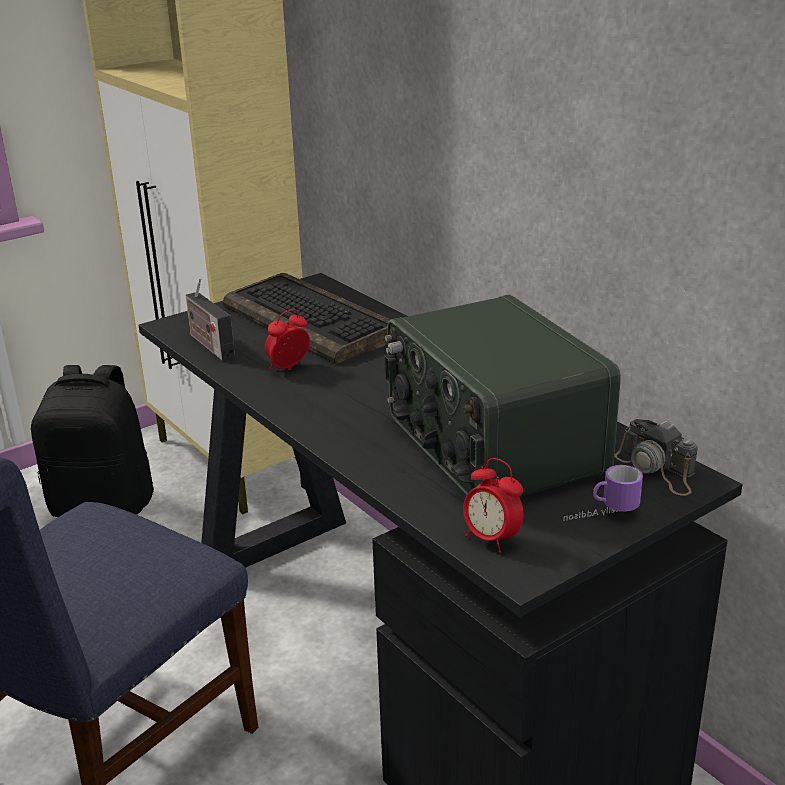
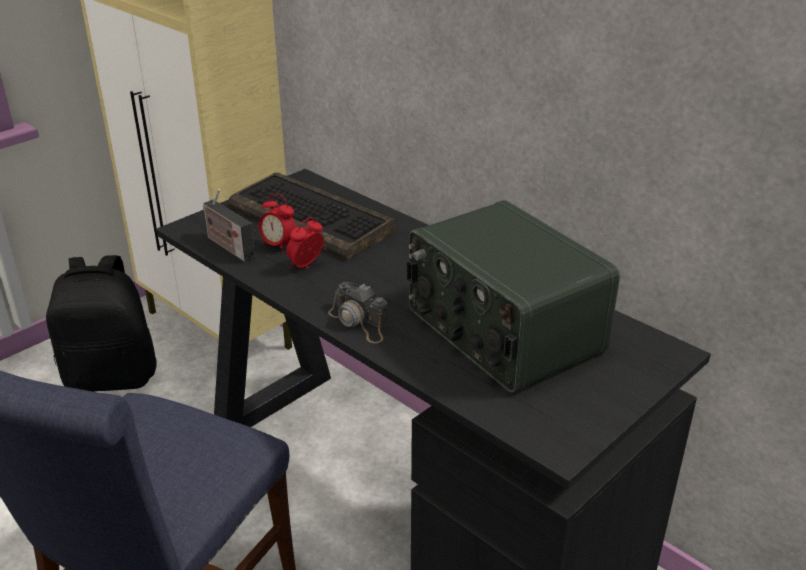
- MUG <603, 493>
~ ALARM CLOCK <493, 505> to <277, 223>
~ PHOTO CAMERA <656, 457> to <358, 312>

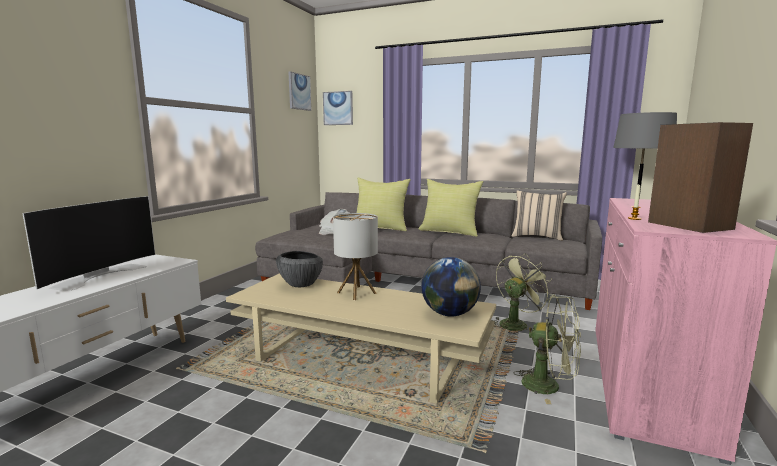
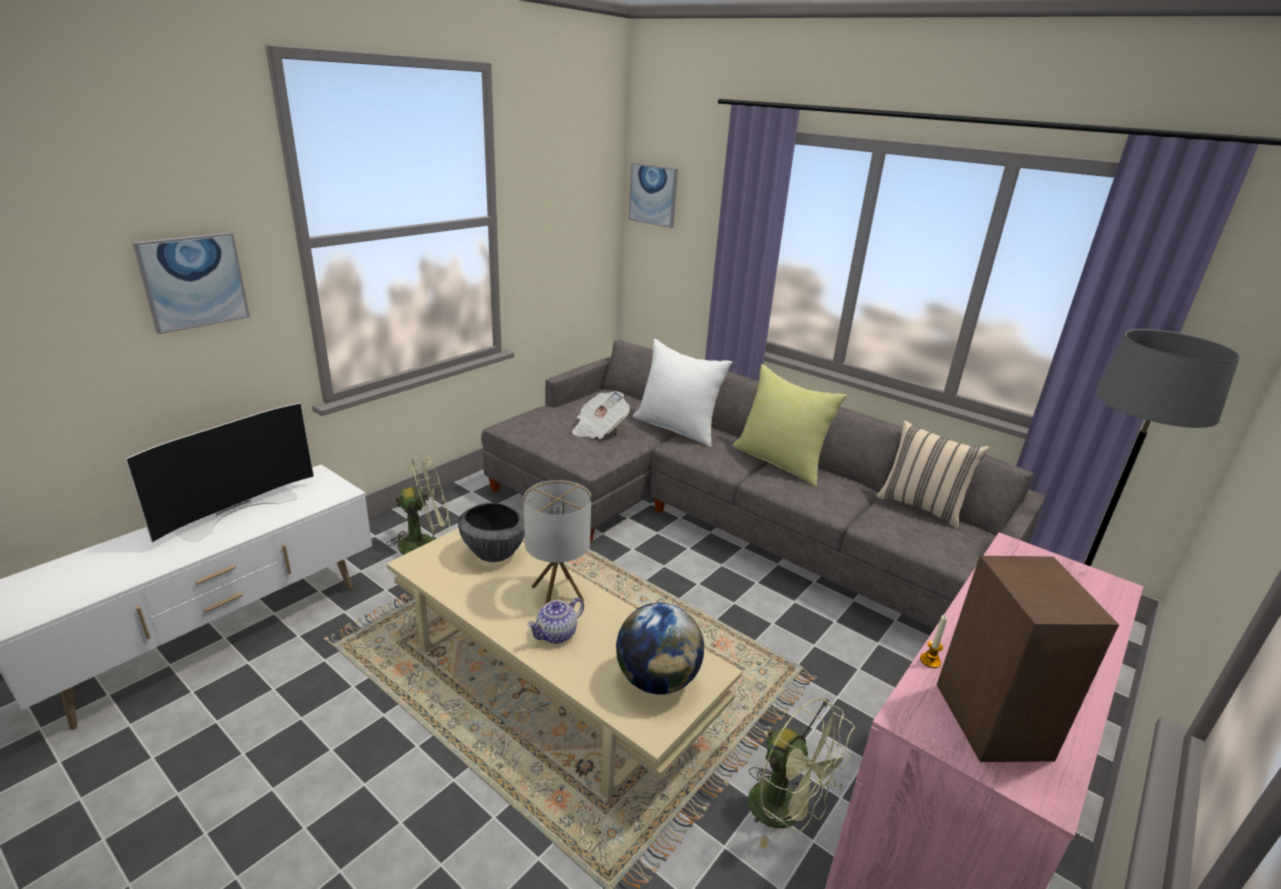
+ TEAPOT <555, 620>
~ PICTURE <299, 91> to <191, 283>
~ GREEN FAN <521, 292> to <418, 504>
~ YELLOW PILLOW <384, 204> to WHITE PILLOW <682, 393>

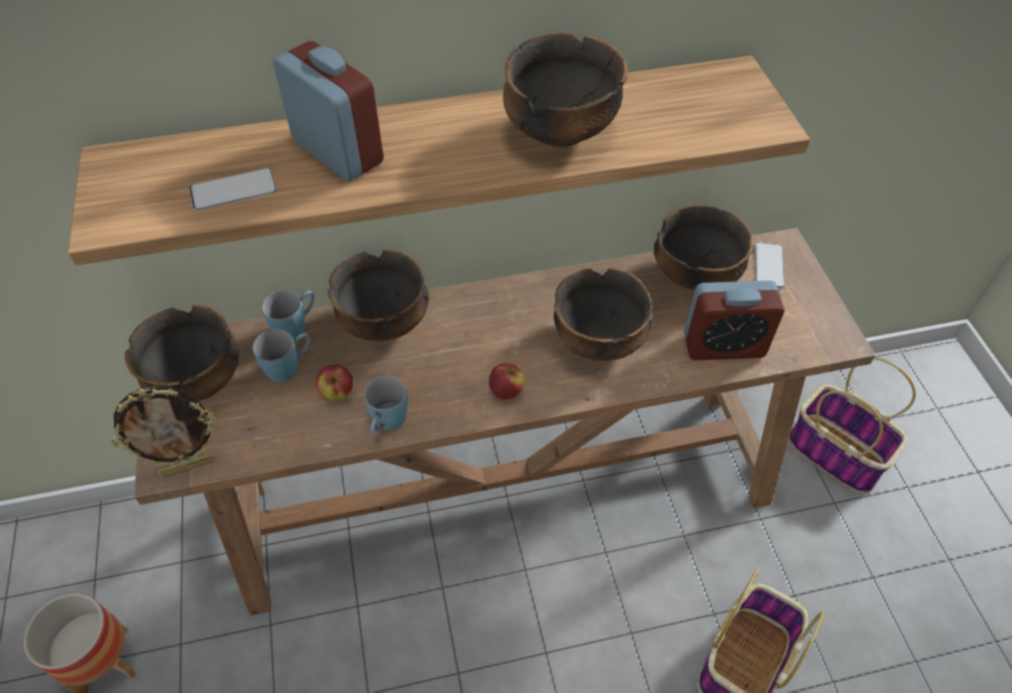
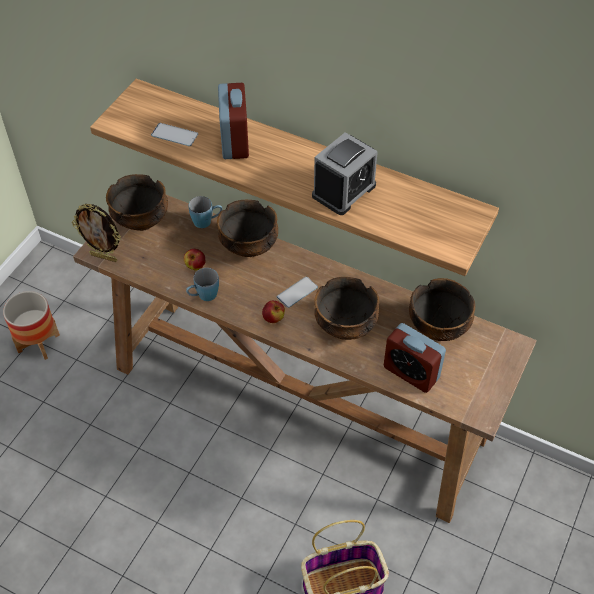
- BLUE MUG <281, 355>
- BASKET <852, 425>
~ PHONE <769, 265> to <297, 292>
~ BOWL <565, 90> to ALARM CLOCK <345, 173>

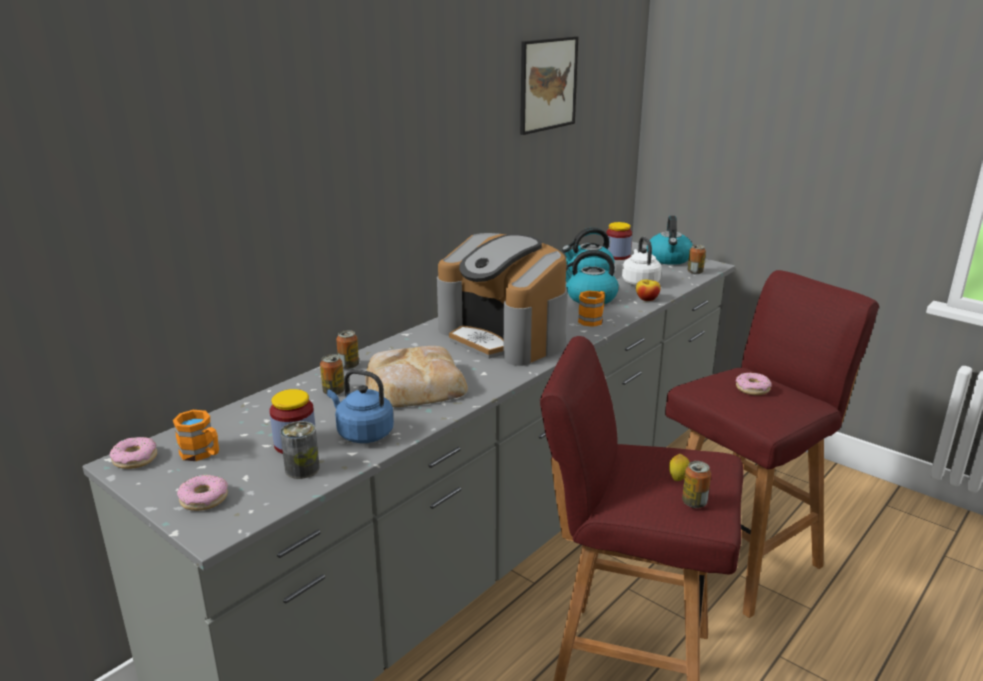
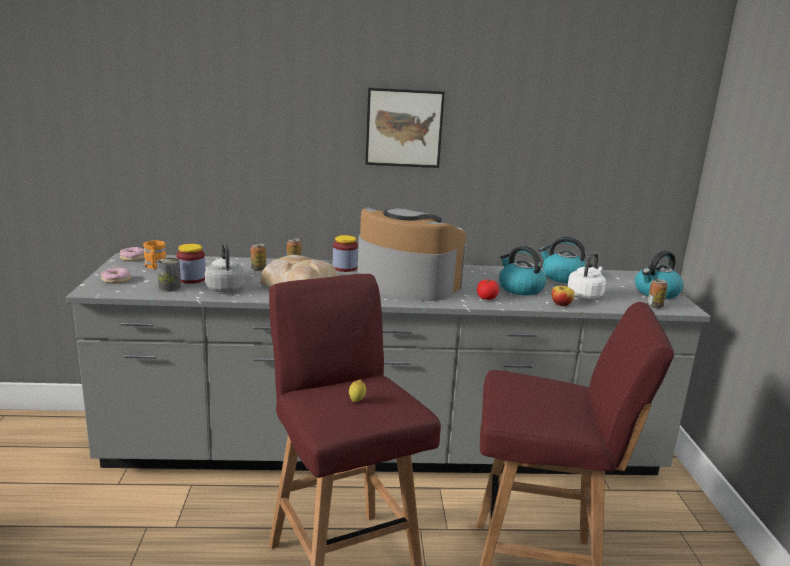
- CAN <696, 484>
- DONUT <754, 384>
~ PICTURE <549, 85> to <405, 128>
~ JAR <619, 241> to <345, 253>
~ ORANGE MUG <591, 309> to TOMATO <488, 289>
~ BLUE KETTLE <360, 406> to GREY KETTLE <224, 267>
~ COFFEE MACHINE <502, 299> = <411, 254> 120 degrees clockwise

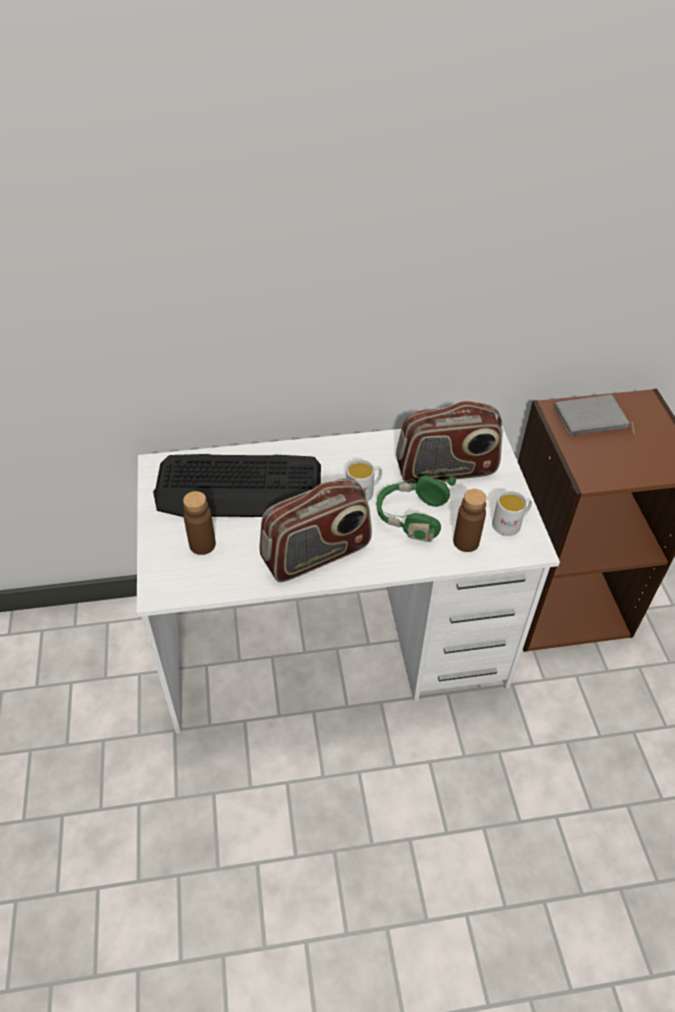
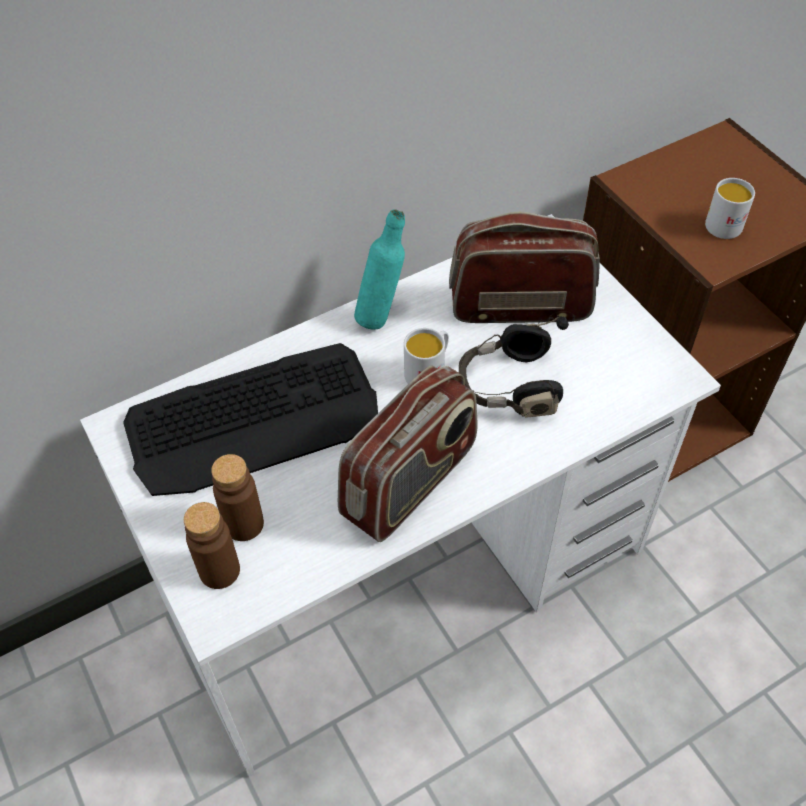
- GREY BOOK <595, 415>
+ TURQUOISE BOTTLE <379, 269>
~ BROWN BOTTLE <470, 520> to <212, 545>
~ WHITE MUG <512, 513> to <730, 208>
~ GREEN HEADPHONES <416, 508> to BLACK HEADPHONES <514, 367>
~ RADIO <449, 442> = <524, 267> 150 degrees counterclockwise

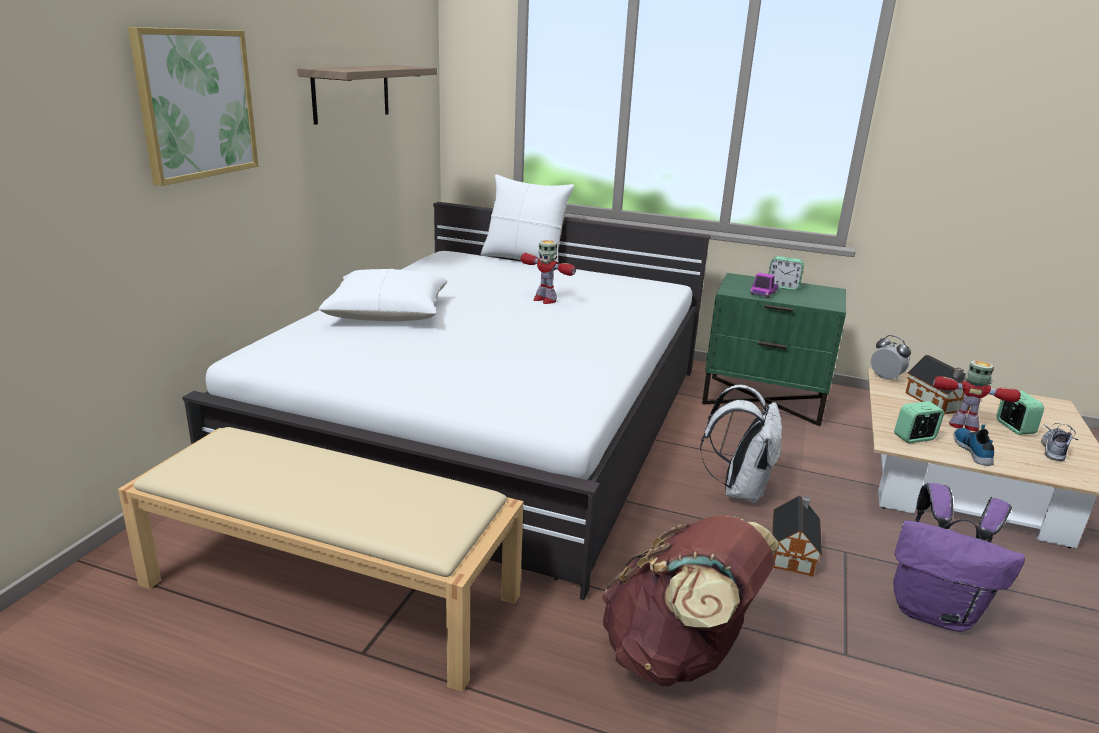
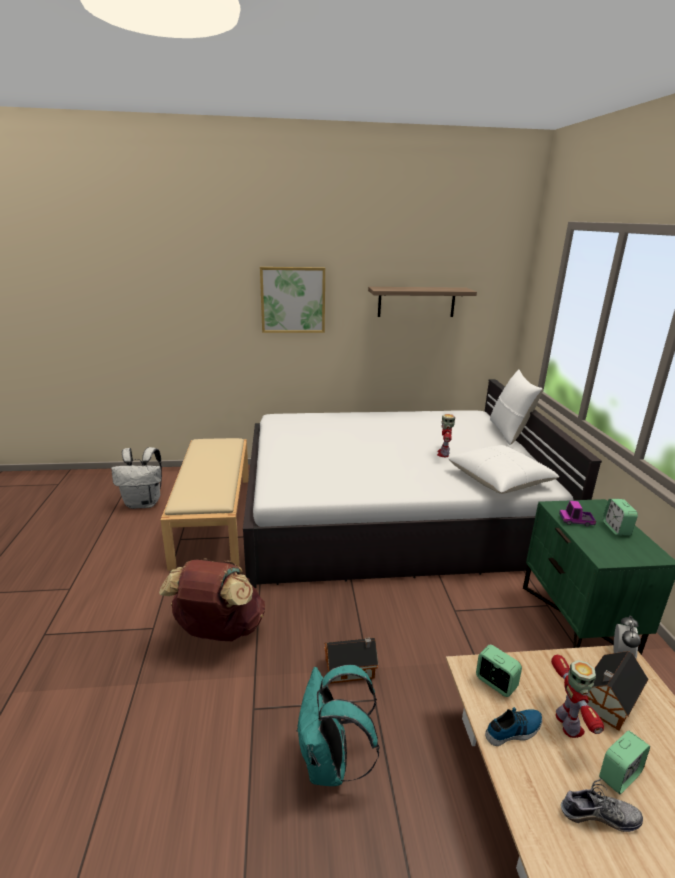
~ WHITE PILLOW <383, 295> to <504, 469>
~ WHITE BACKPACK <741, 444> to <136, 478>
~ PURPLE BACKPACK <959, 557> to TURQUOISE BACKPACK <338, 725>

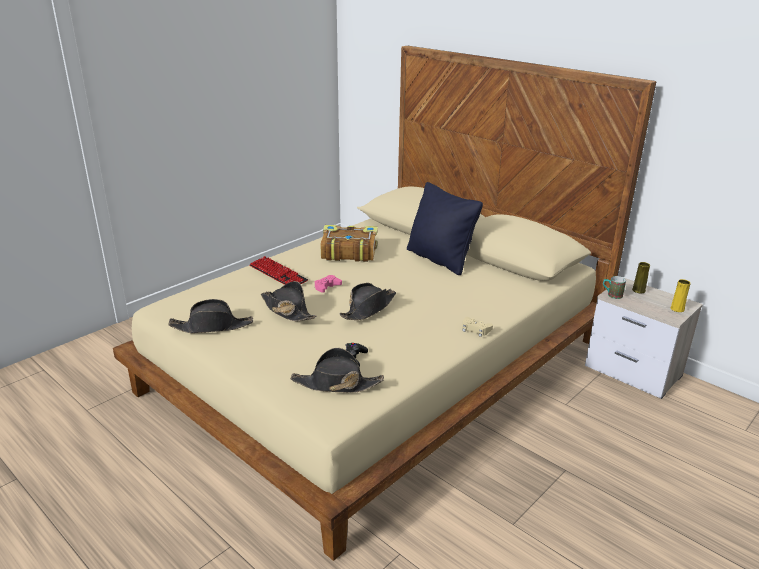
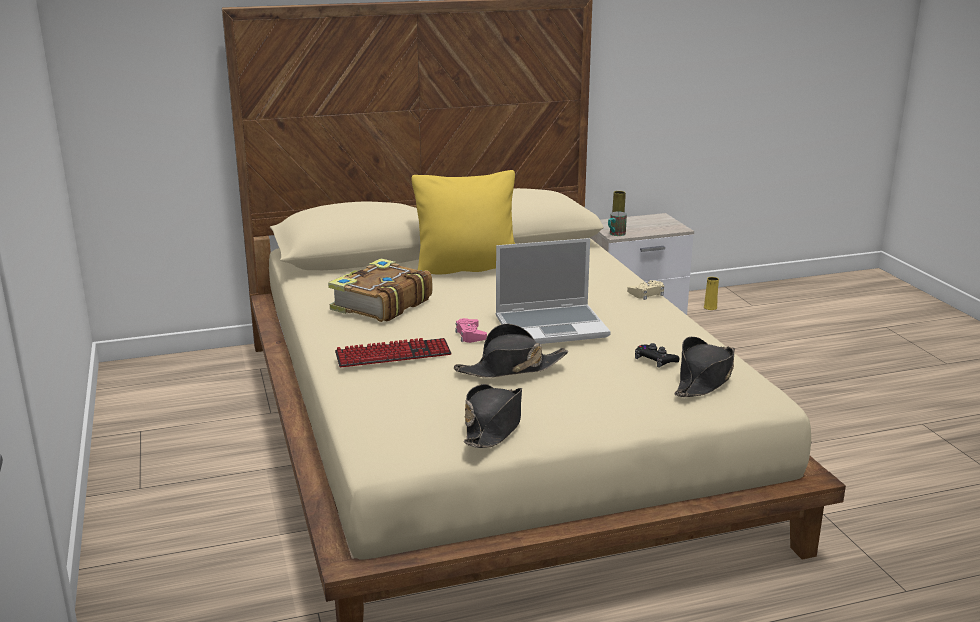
~ YELLOW VASE <680, 295> to <711, 293>
~ BLACK HAT <368, 301> to LAPTOP <553, 291>
~ BLACK PILLOW <445, 228> to YELLOW PILLOW <463, 222>

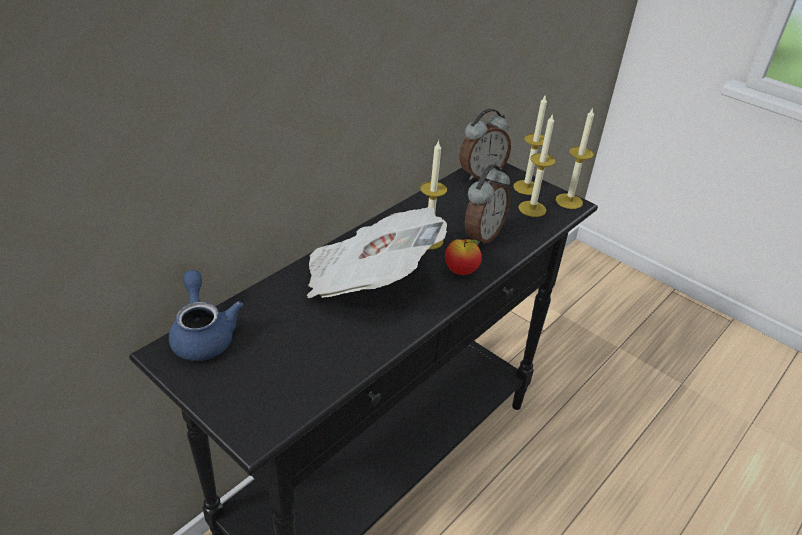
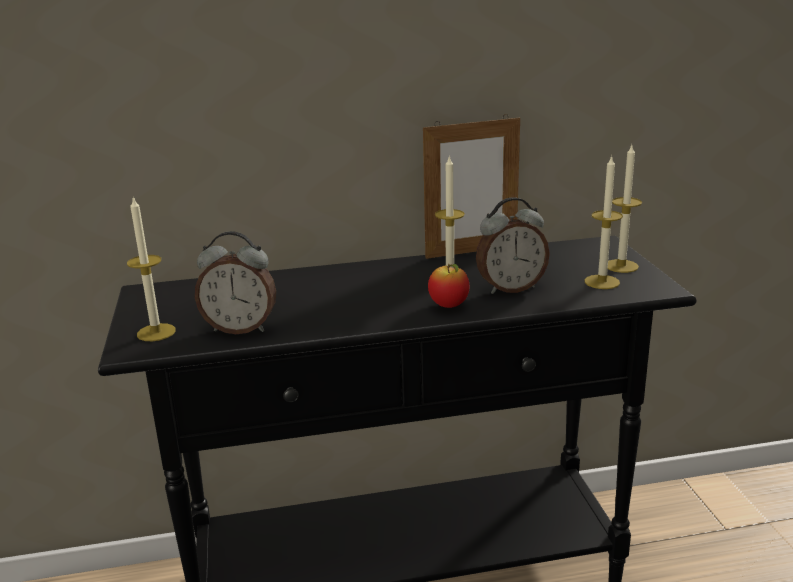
- BLUE TEAPOT <206, 315>
- NEWSPAPER <377, 252>
+ PICTURE FRAME <471, 186>
~ ALARM CLOCK <485, 145> to <235, 282>
~ CANDLE <575, 158> to <151, 269>

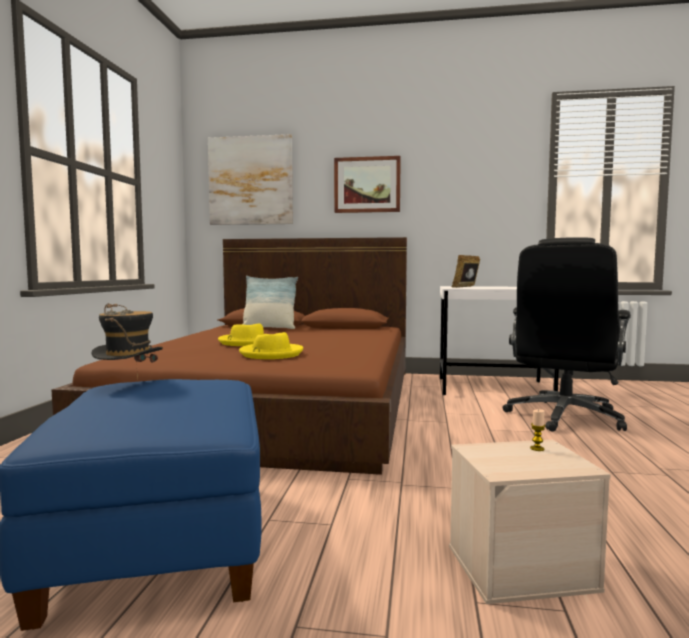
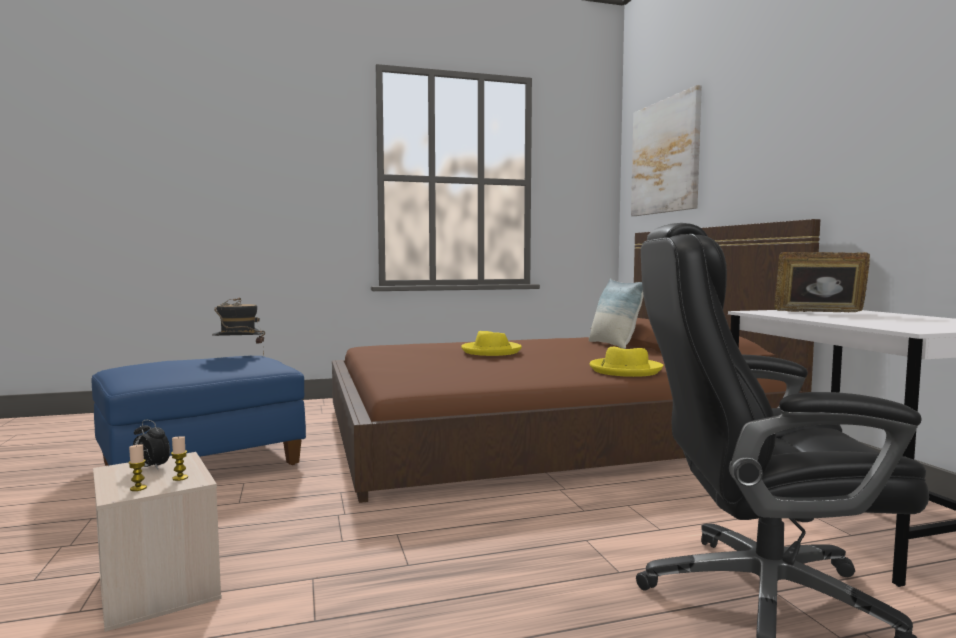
- PICTURE <367, 184>
+ CANDLE <137, 467>
+ ALARM CLOCK <151, 444>
~ YELLOW HAT <271, 345> to <626, 362>

